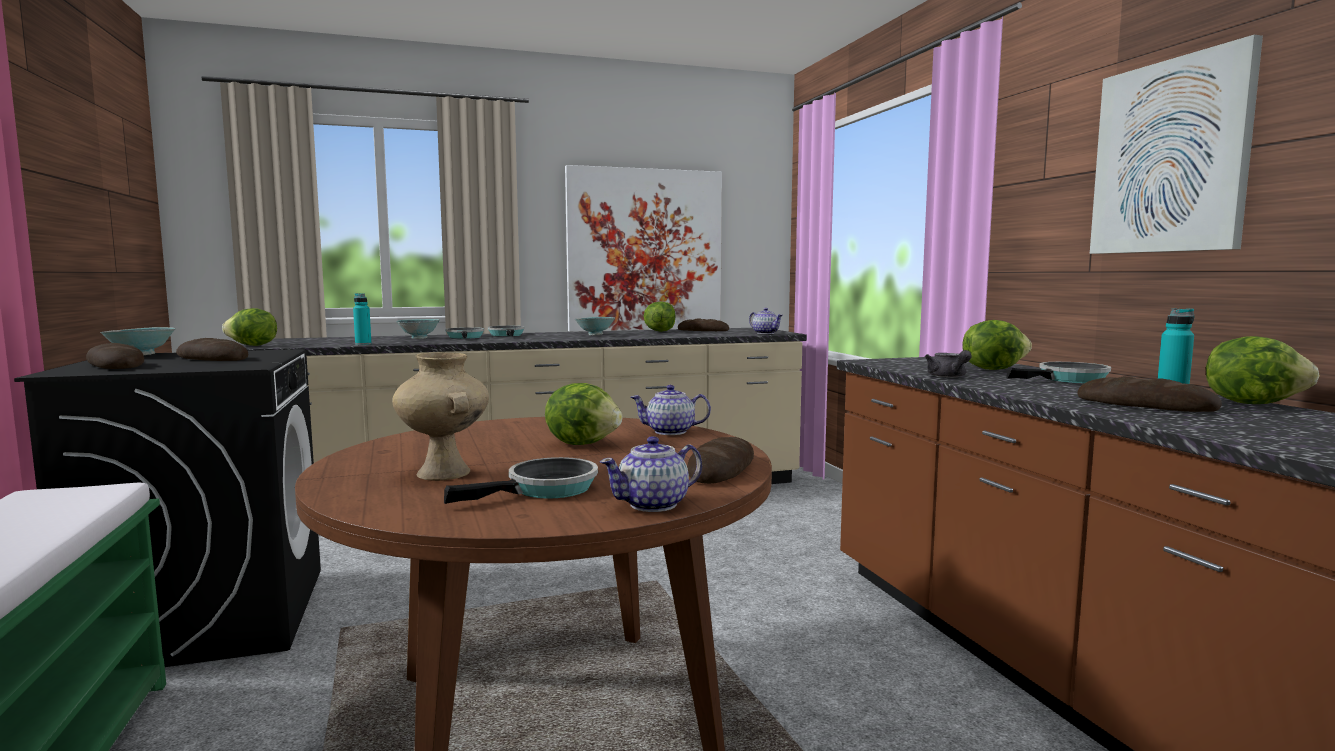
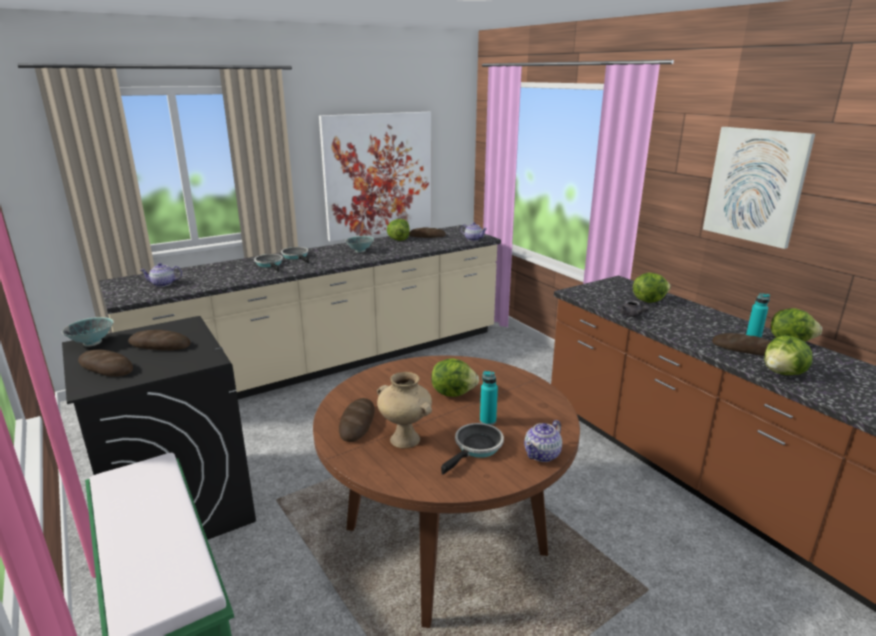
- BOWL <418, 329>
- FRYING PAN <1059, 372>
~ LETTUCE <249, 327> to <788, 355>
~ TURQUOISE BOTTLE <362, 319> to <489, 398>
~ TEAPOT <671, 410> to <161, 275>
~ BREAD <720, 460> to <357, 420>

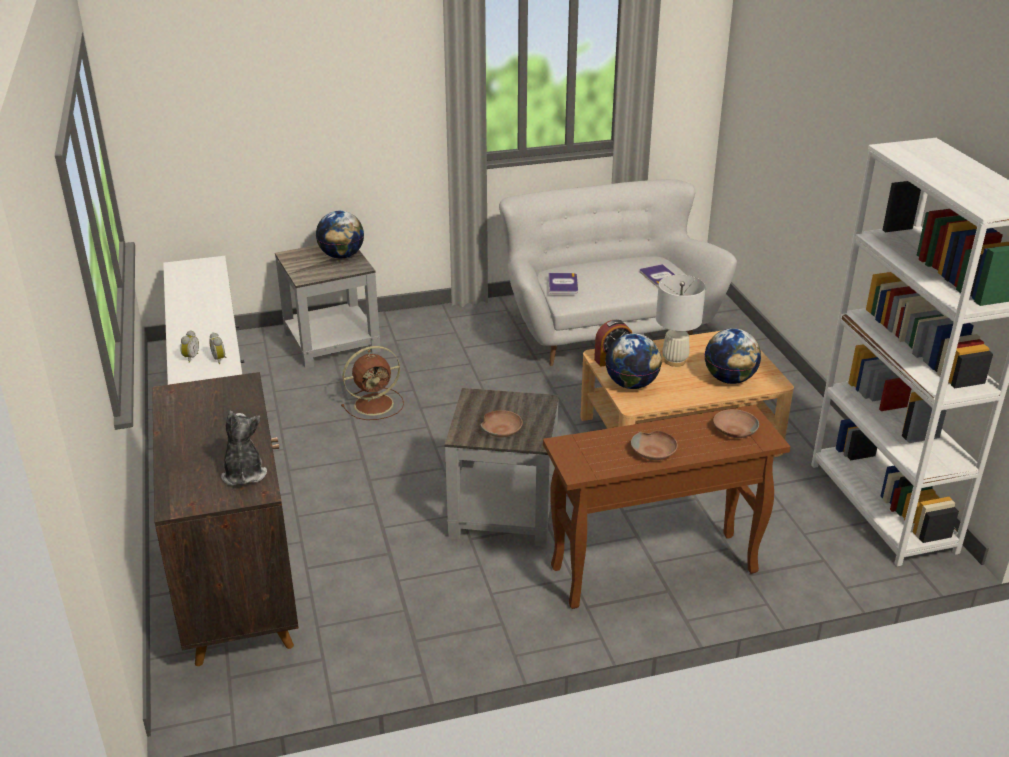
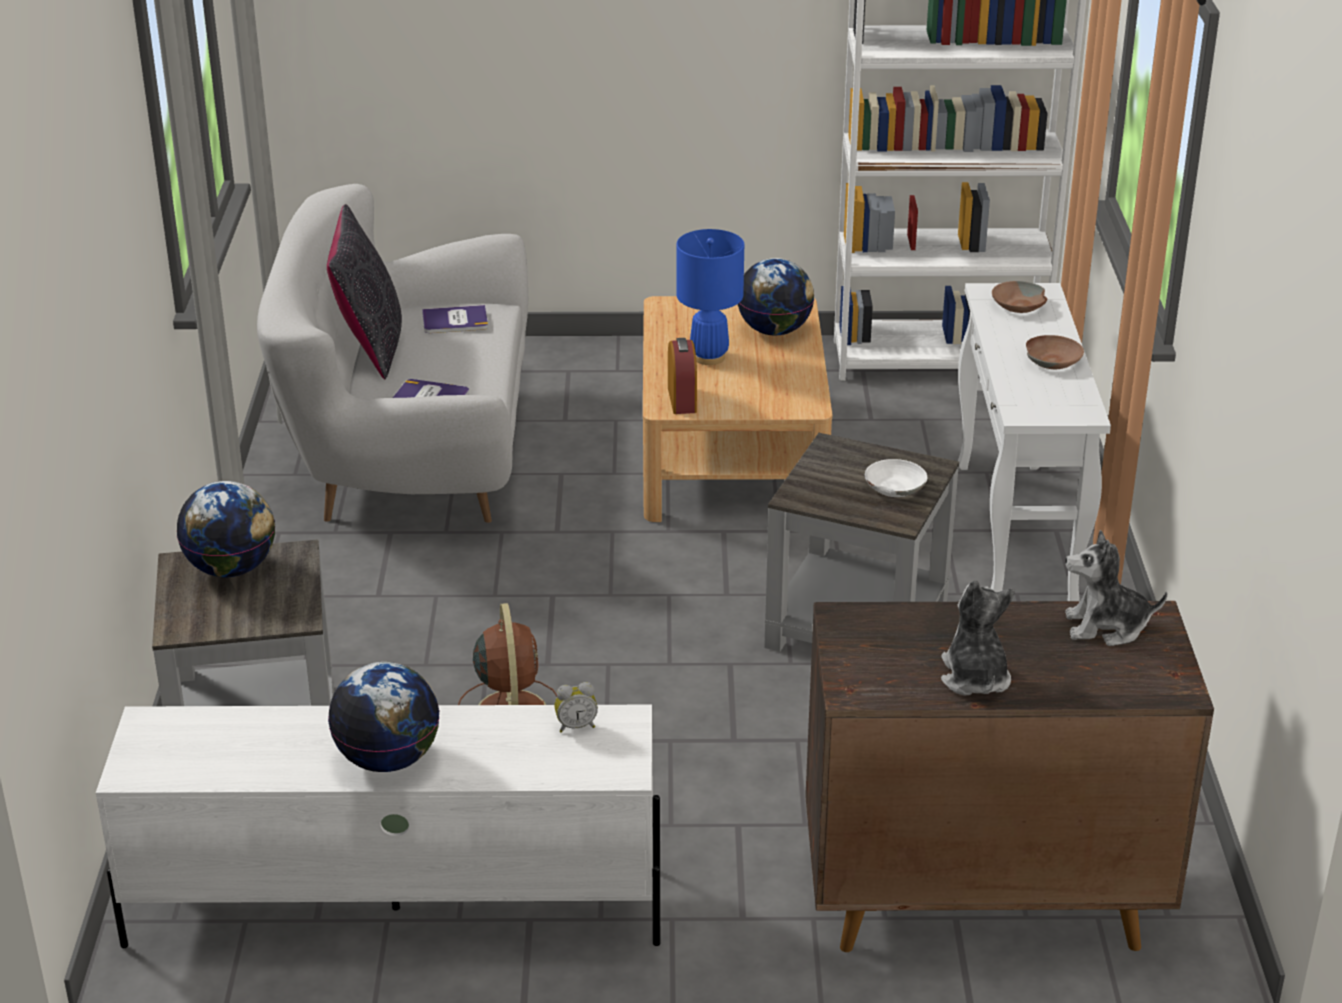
- ALARM CLOCK <189, 346>
+ BLACK PILLOW <364, 291>
+ PLUSH TOY <978, 638>
~ GLOBE <633, 361> to <384, 717>
~ BROWN BOWL <502, 424> to WHITE BOWL <896, 478>
~ BROWN CONSOLE TABLE <667, 507> to WHITE CONSOLE TABLE <1034, 442>
~ WHITE TABLE LAMP <681, 321> to BLUE TABLE LAMP <710, 297>

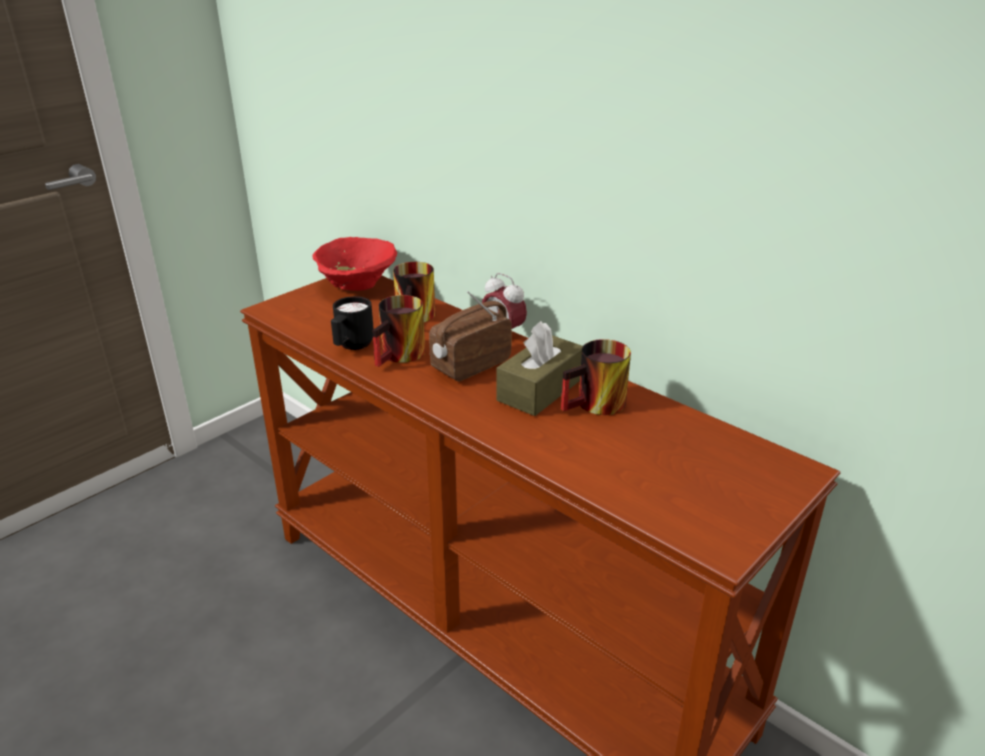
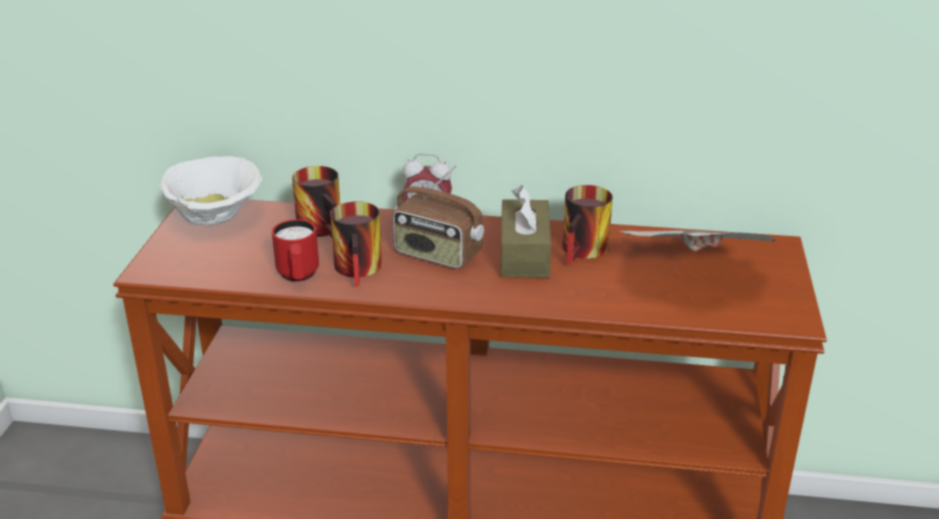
+ NEWSPAPER <699, 240>
~ RED BOWL <354, 264> to WHITE BOWL <210, 190>
~ BLACK MUG <352, 323> to RED MUG <295, 250>
~ RADIO <470, 336> = <438, 217> 75 degrees counterclockwise

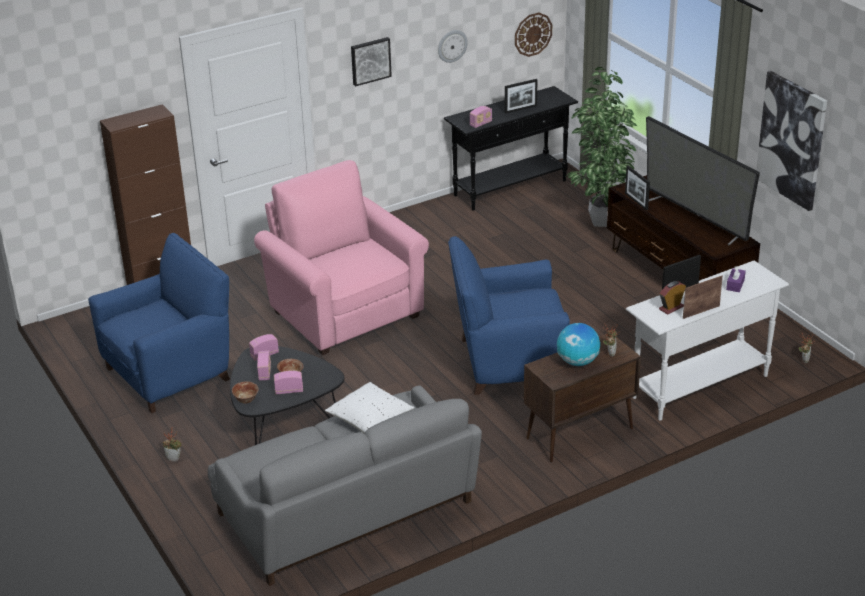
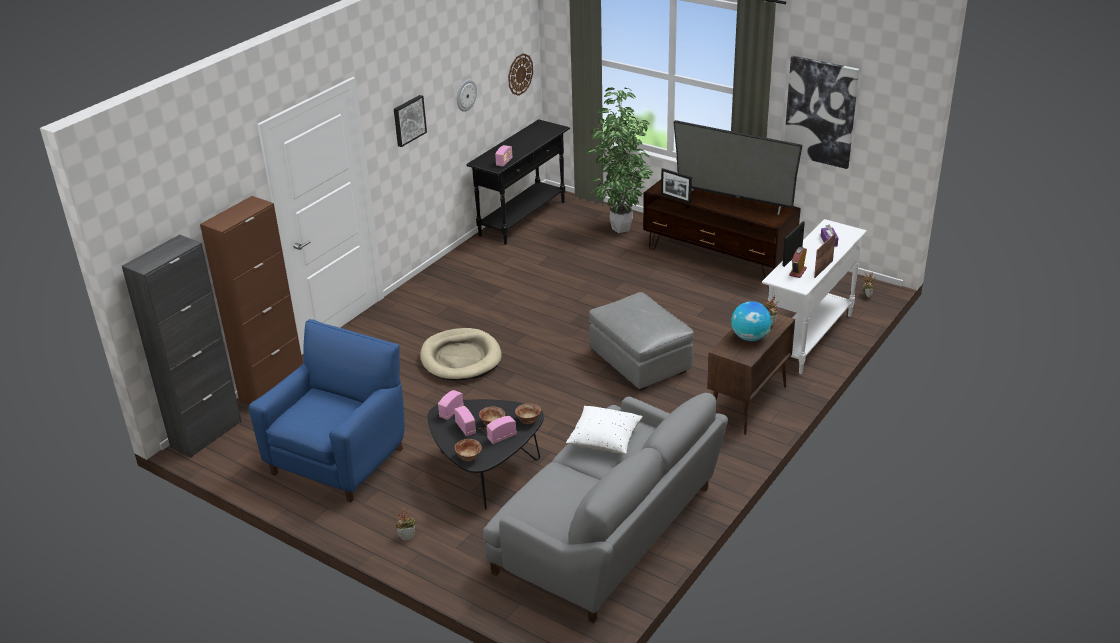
- PICTURE FRAME <521, 96>
+ BLACK CABINET <182, 346>
+ BOWL <528, 413>
~ PINK ARMCHAIR <341, 257> to BEIGE DOG BED <461, 354>
~ BLUE ARMCHAIR <509, 315> to GREY OTTOMAN <641, 341>

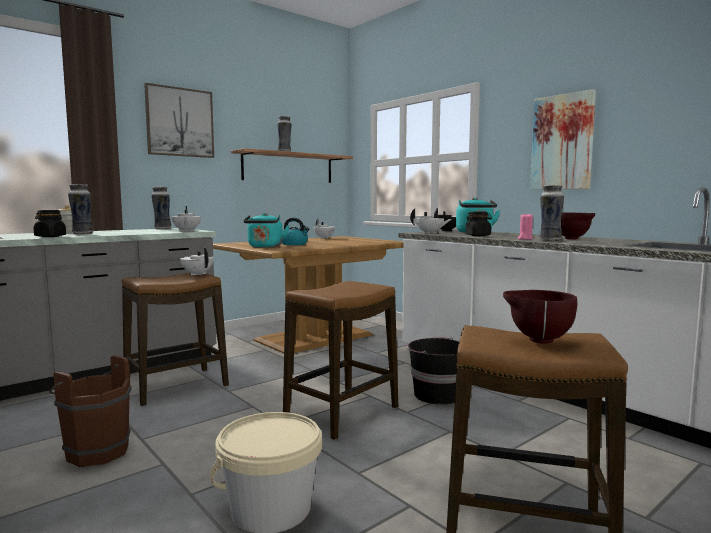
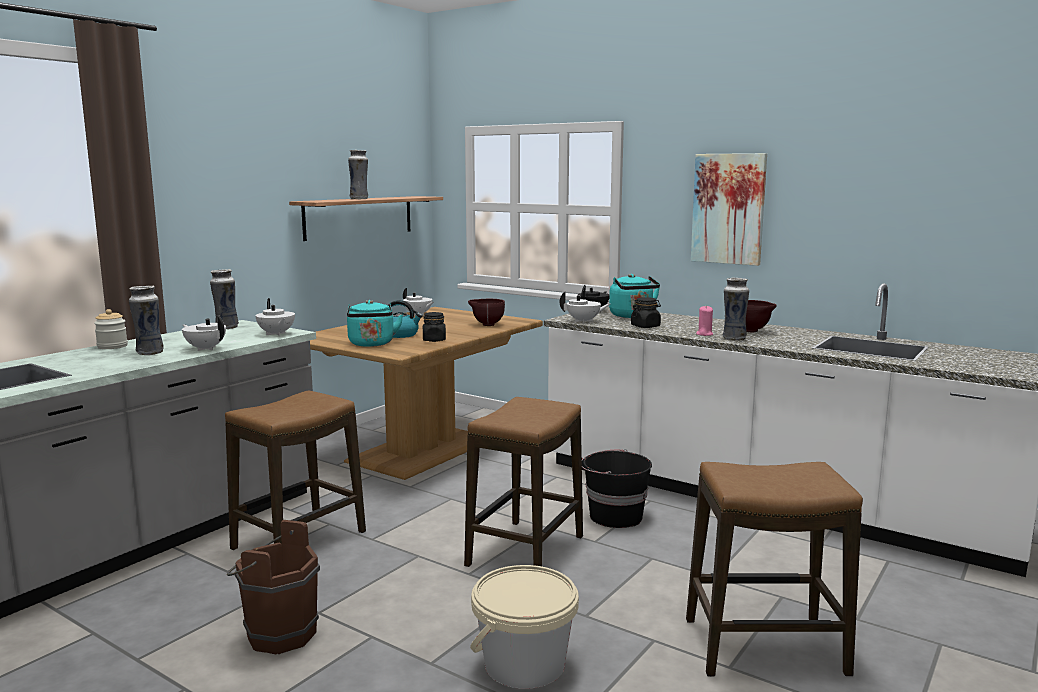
- PICTURE <179, 120>
~ BLACK JAR <49, 223> to <434, 327>
~ WHITE TEAPOT <197, 261> to <204, 333>
~ BROWN BOWL <540, 317> to <486, 312>

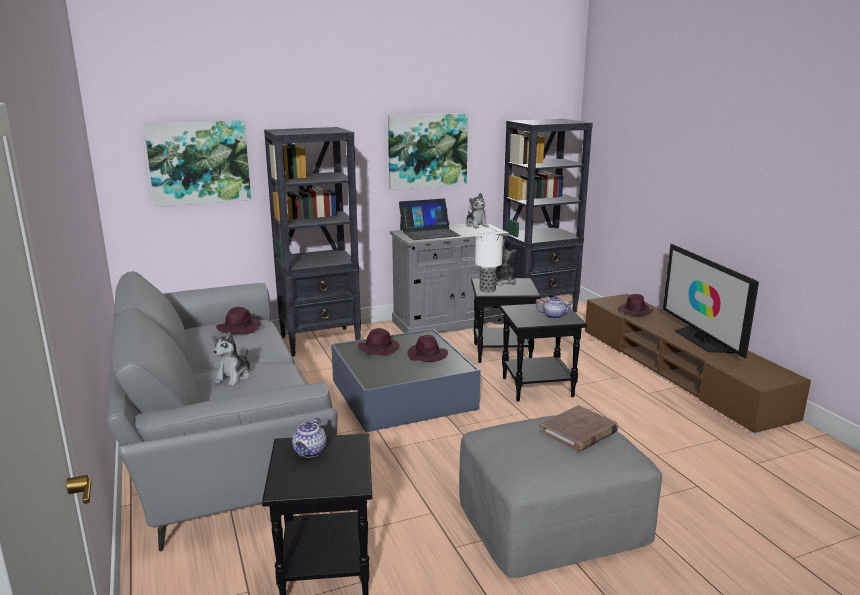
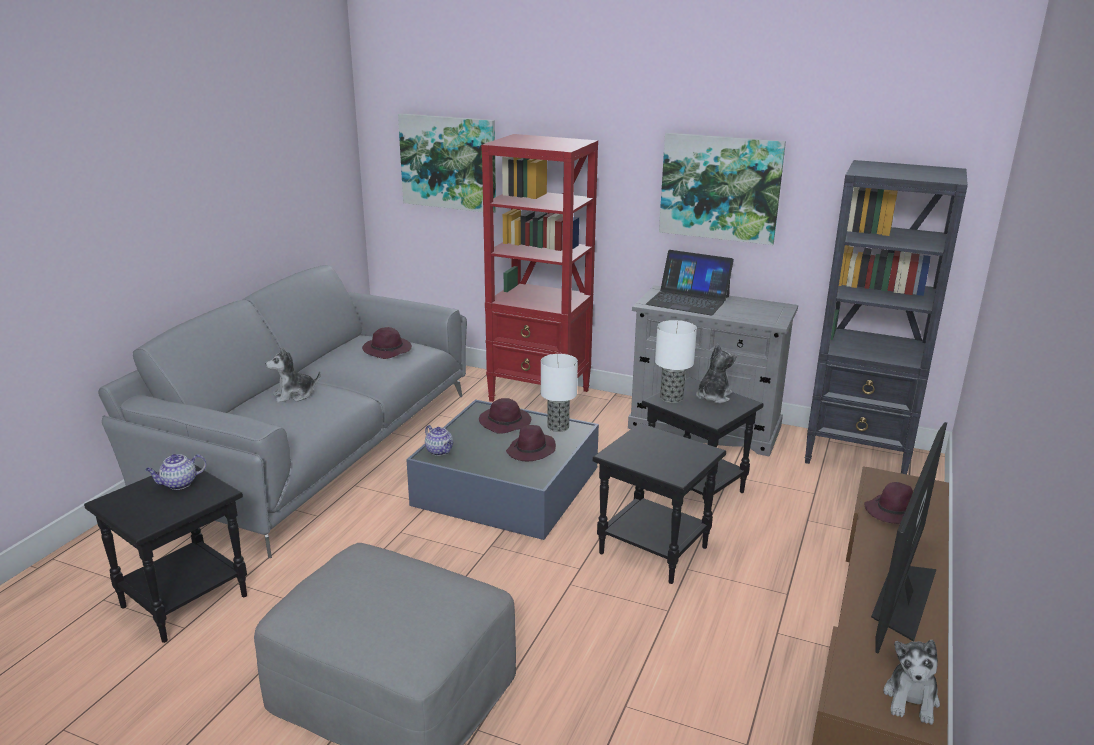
- BROWN BOOK <579, 428>
+ TABLE LAMP <559, 393>
~ PLUSH TOY <477, 211> to <912, 682>
~ TEAPOT <554, 307> to <439, 440>
~ BLACK BOOKCASE <312, 242> to RED BOOKCASE <539, 268>

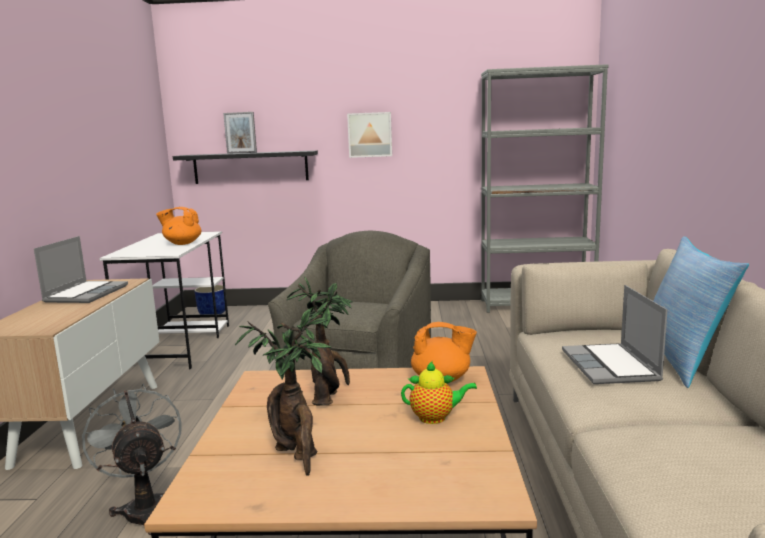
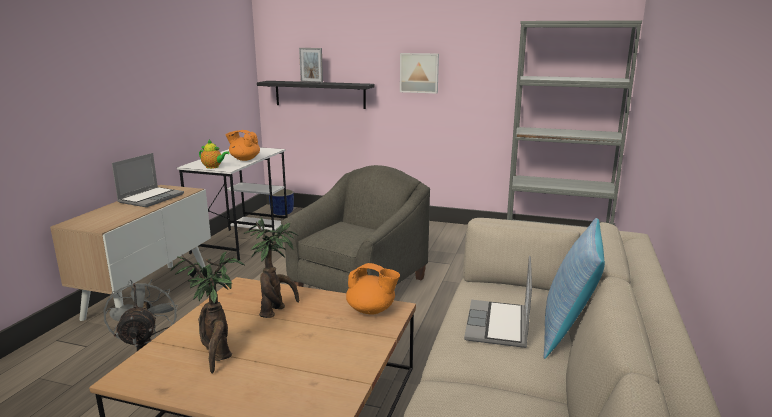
~ TEAPOT <439, 392> to <214, 154>

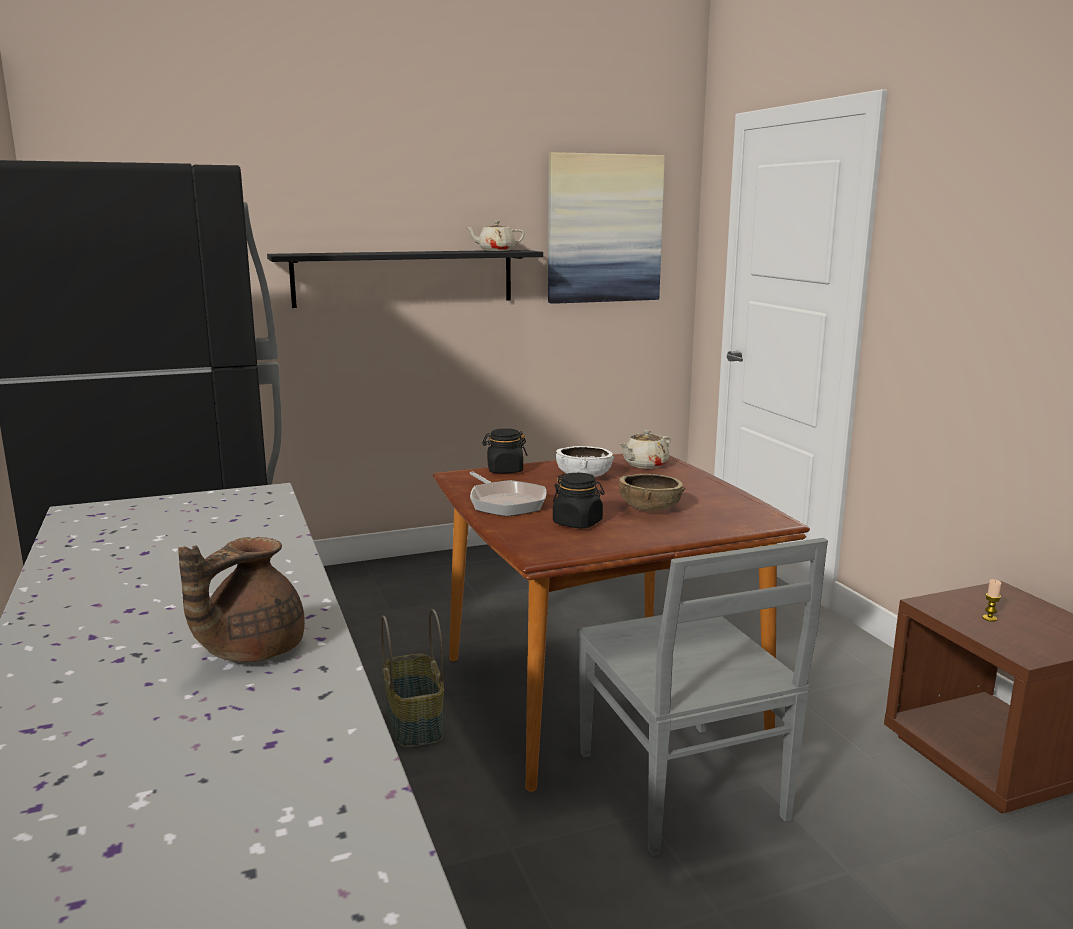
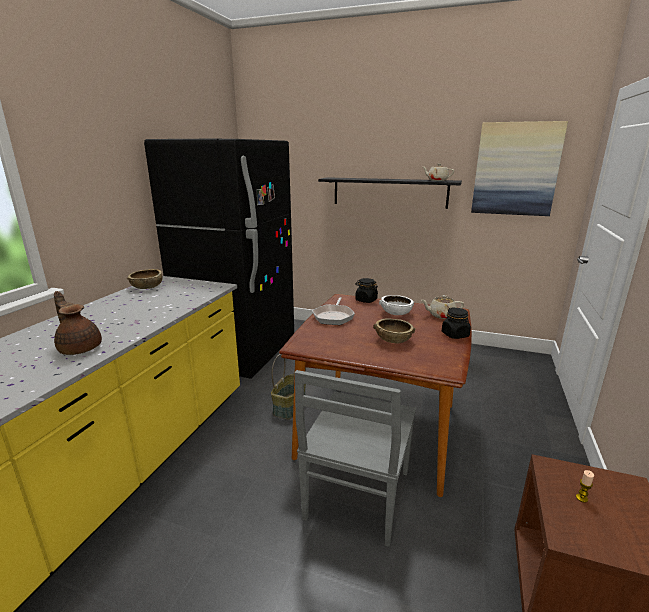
+ BROWN BOWL <144, 279>
~ BLACK JAR <578, 501> to <456, 323>
~ BROWN TEAPOT <241, 599> = <78, 323> 60 degrees clockwise

